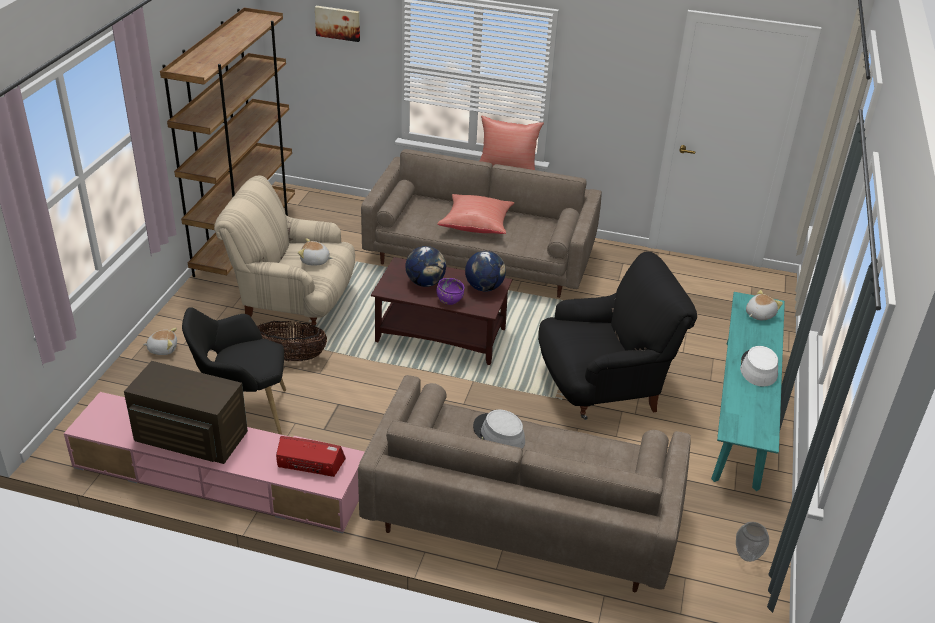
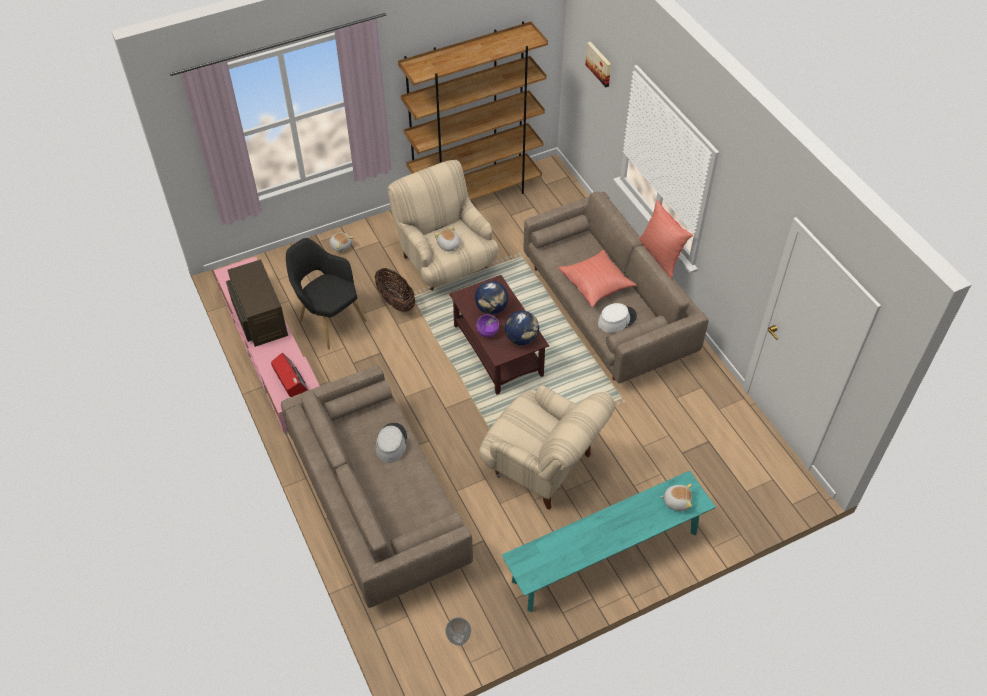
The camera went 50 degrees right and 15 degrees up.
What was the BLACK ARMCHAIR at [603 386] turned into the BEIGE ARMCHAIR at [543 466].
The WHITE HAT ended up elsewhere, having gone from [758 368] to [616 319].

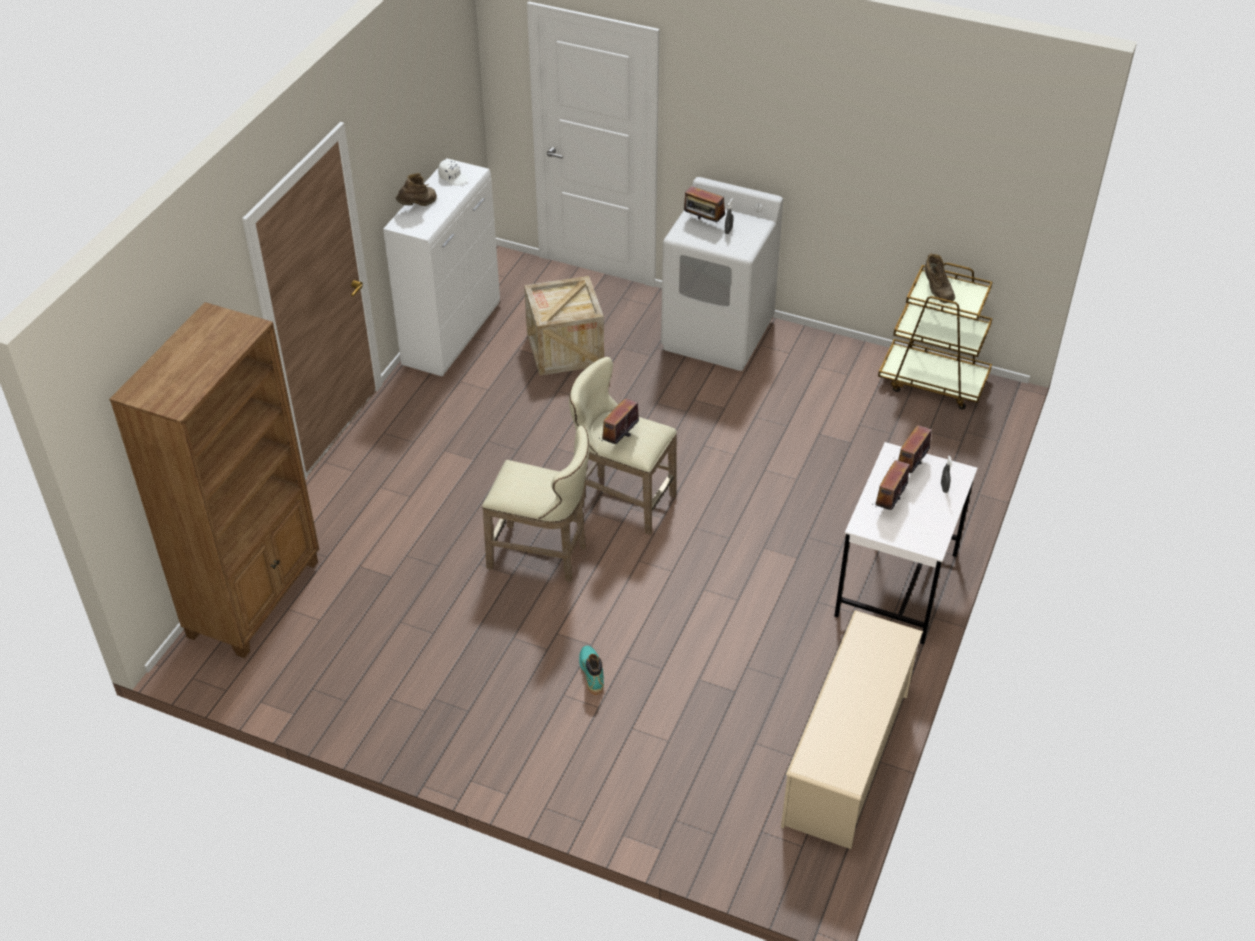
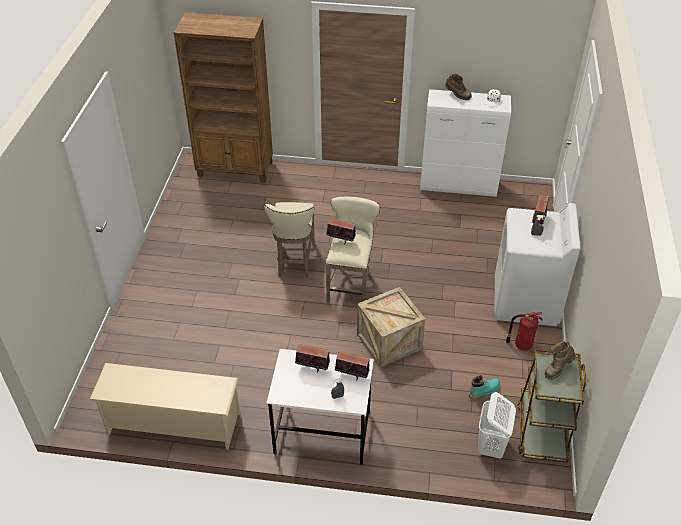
The camera went 75 degrees right and 0 degrees up.
The CRATE ended up elsewhere, having gone from [565 349] to [389 341].
The TURQUOISE BOOT ended up elsewhere, having gone from [592 673] to [484 390].
The second view gained the FIRE EXTINGUISHER at [521 345].
The second view gained the WHITE LAUNDRY BASKET at [491 447].

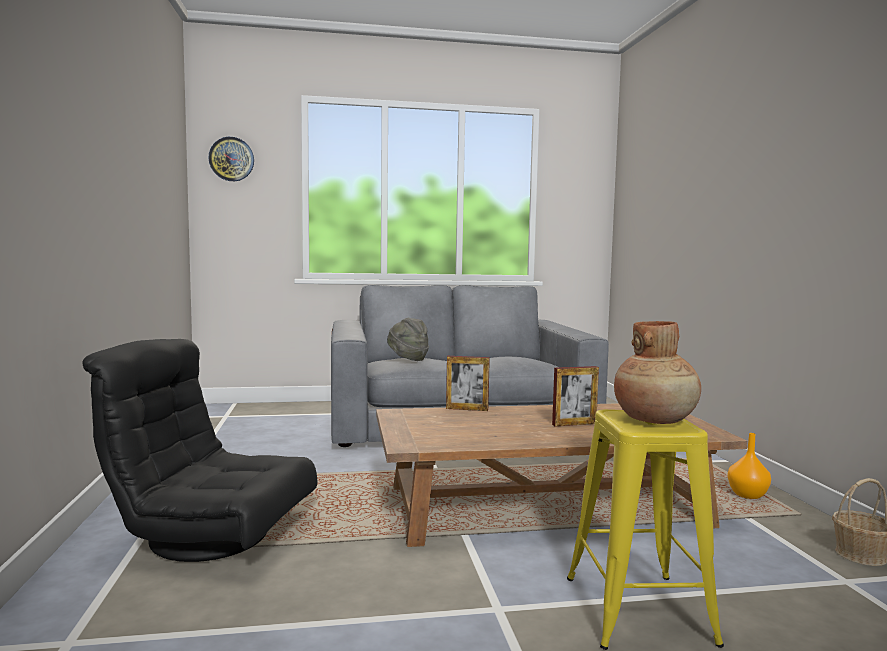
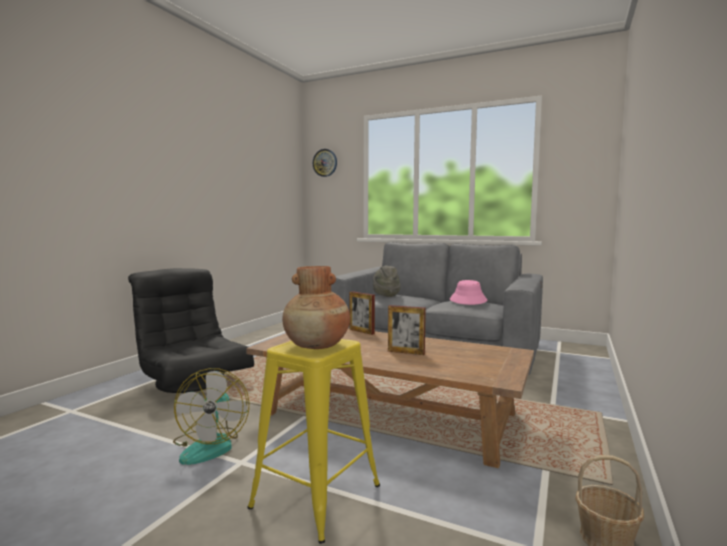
The camera went 35 degrees right and 0 degrees up.
The second view lost the ORANGE VASE at [747 495].
The second view gained the PINK HAT at [468 300].
The second view gained the FAN at [210 445].

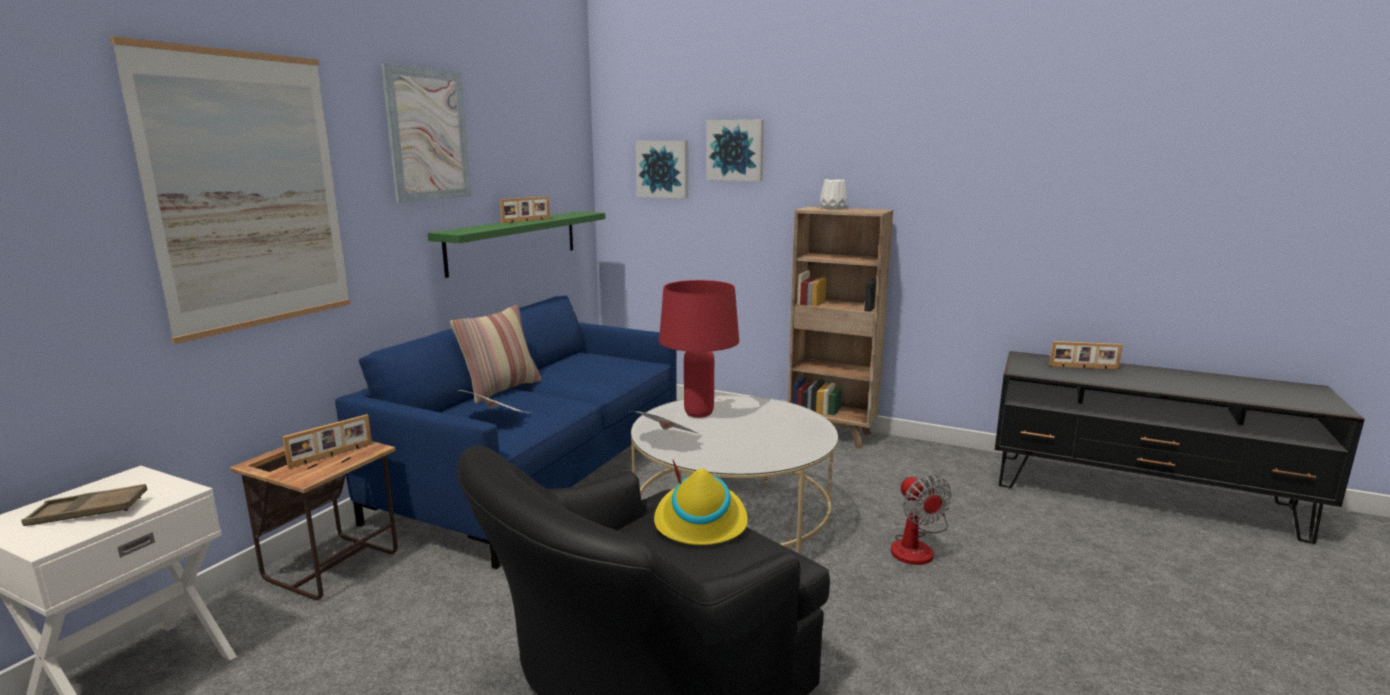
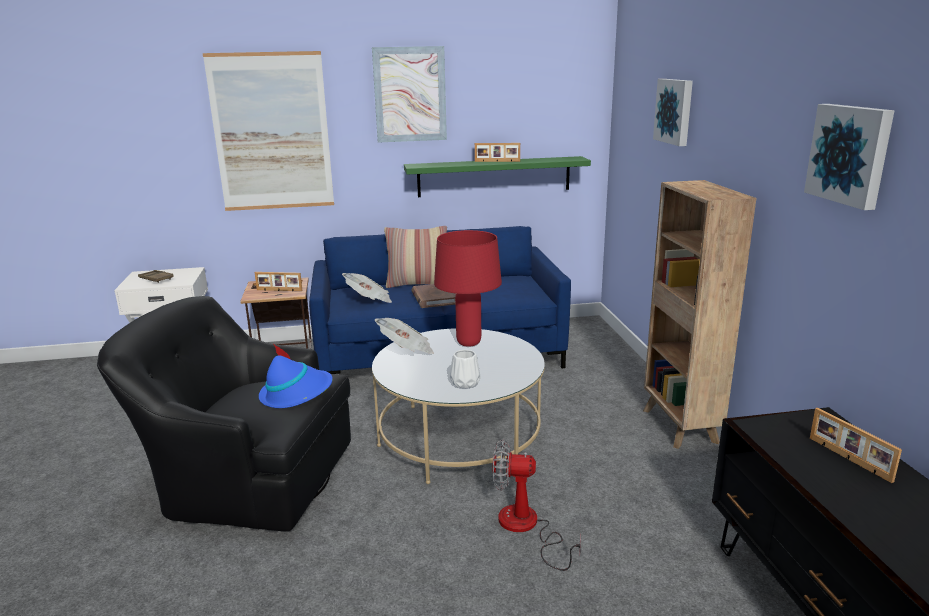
The camera went 55 degrees right and 5 degrees up.
The PICTURE ended up elsewhere, having gone from [663 169] to [850 154].
The WHITE VASE ended up elsewhere, having gone from [833 208] to [466 383].
What was the YELLOW HAT at [700 521] turned into the BLUE HAT at [296 394].
The FAN at [917 546] ended up facing another way, 60 degrees clockwise from before.
The second view gained the BROWN BOOK at [434 298].

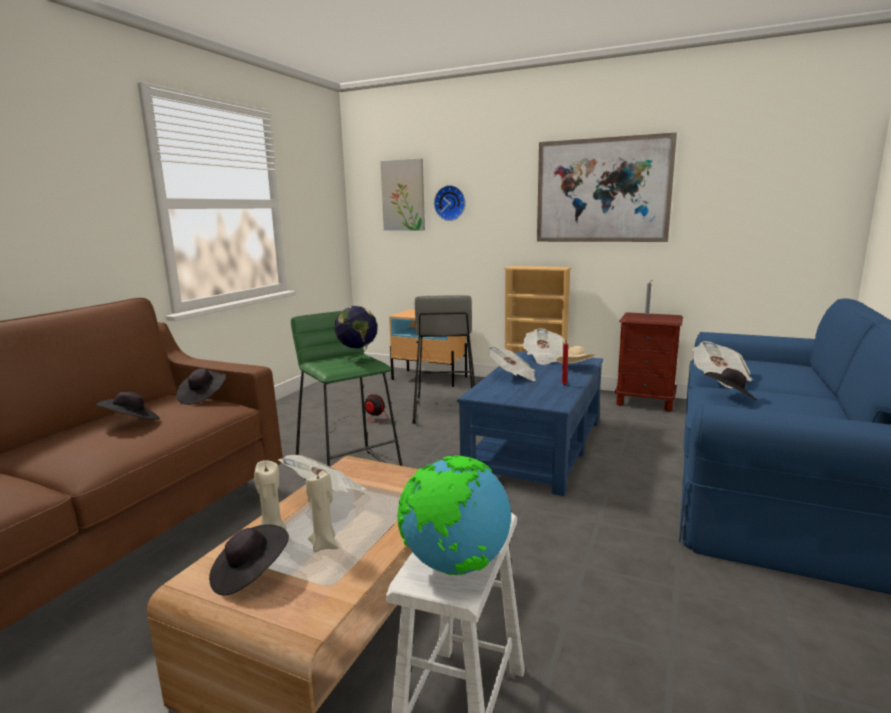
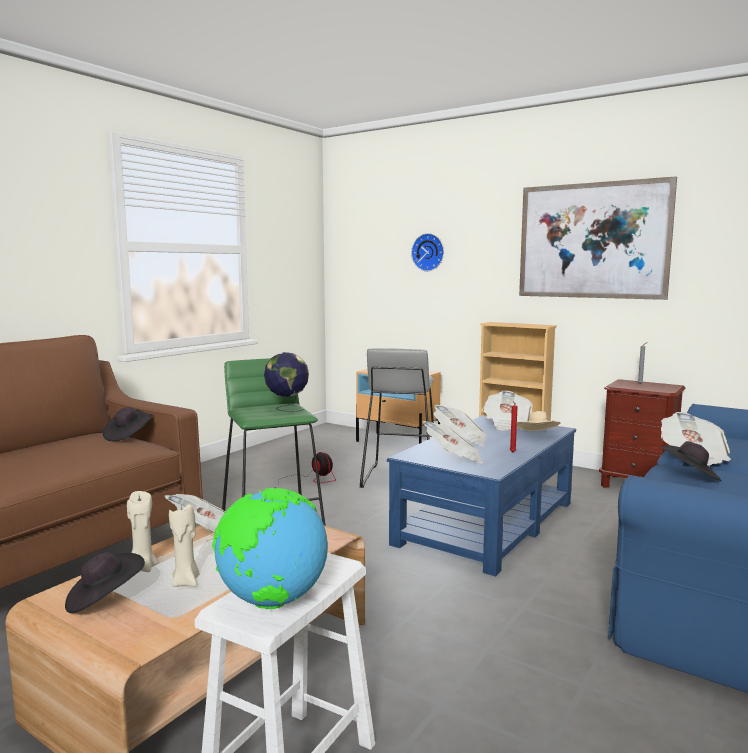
The camera went 10 degrees right and 5 degrees down.
The second view lost the PICTURE at [403 195].
The second view lost the BLACK HAT at [131 423].
The second view gained the NEWSPAPER at [453 458].

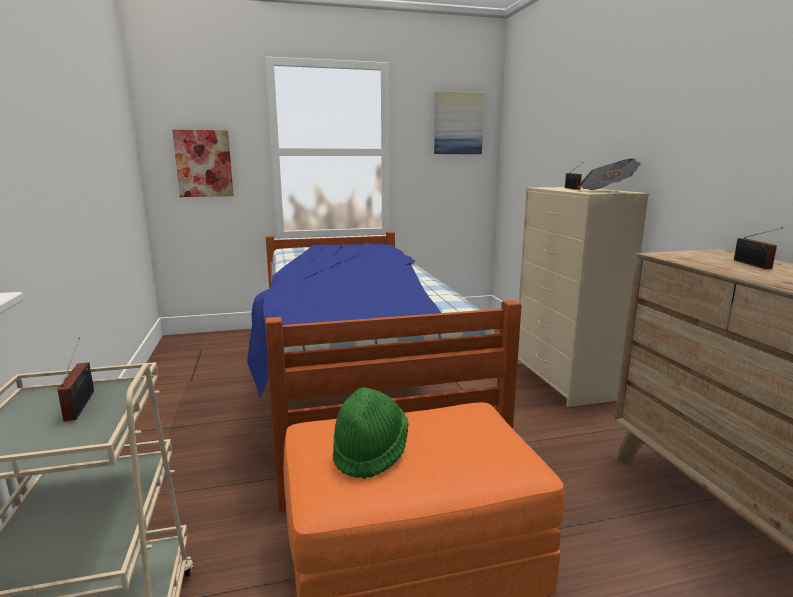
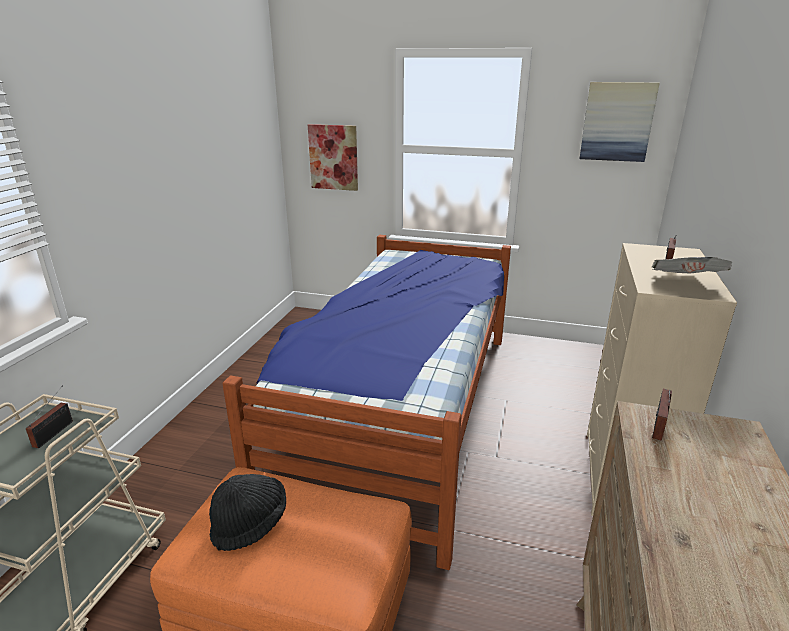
The camera went 30 degrees right and 10 degrees up.
The RADIO ended up elsewhere, having gone from [753 265] to [658 426].
What was the GREEN HAT at [370 452] turned into the BLACK HAT at [250 524].

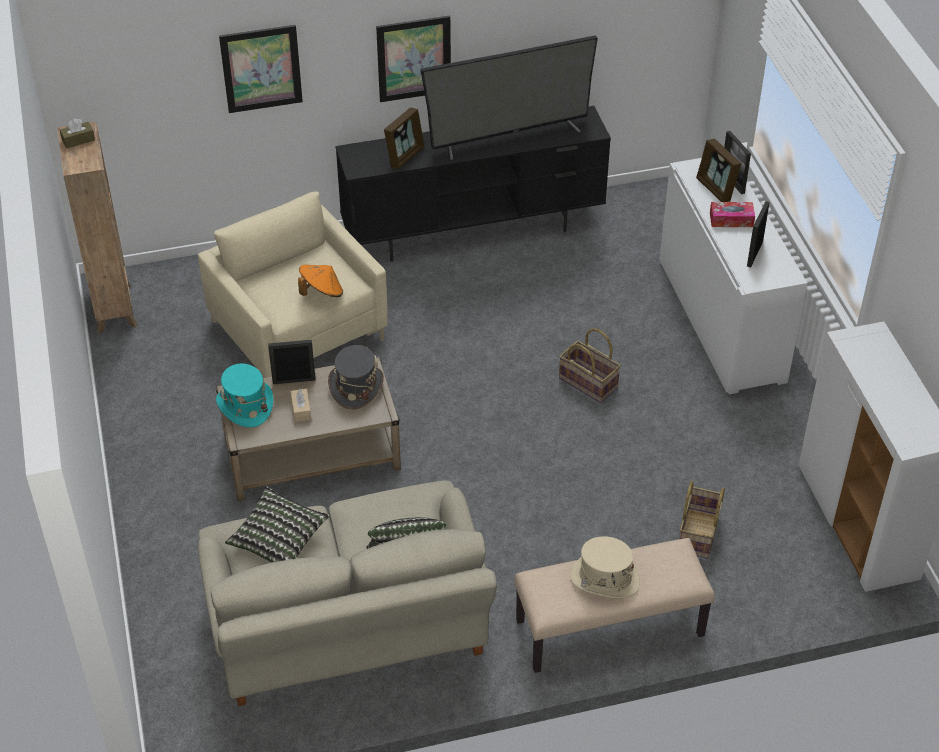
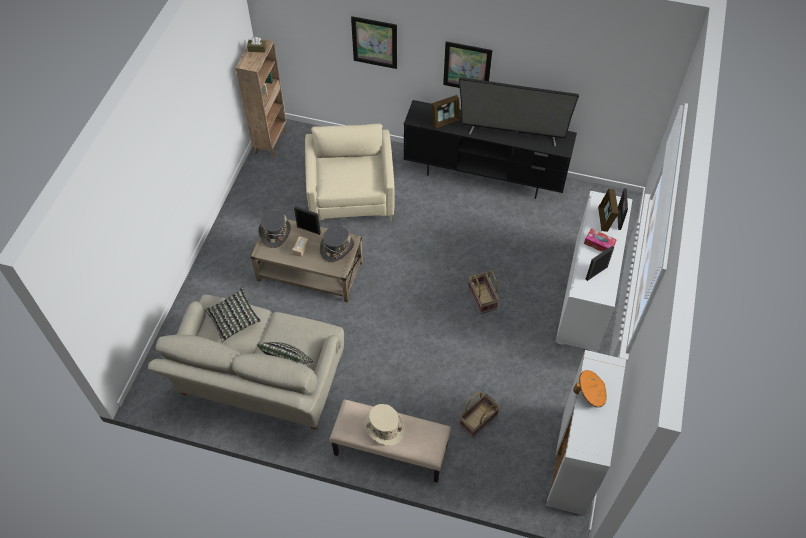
The camera went 30 degrees right and 10 degrees up.
The ORANGE HAT ended up elsewhere, having gone from [321 292] to [590 393].
What was the TURQUOISE HAT at [245 405] turned into the GREY HAT at [275 233].

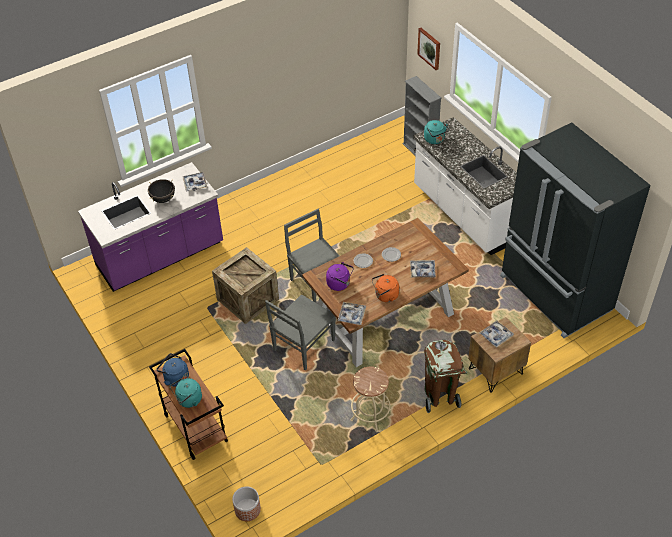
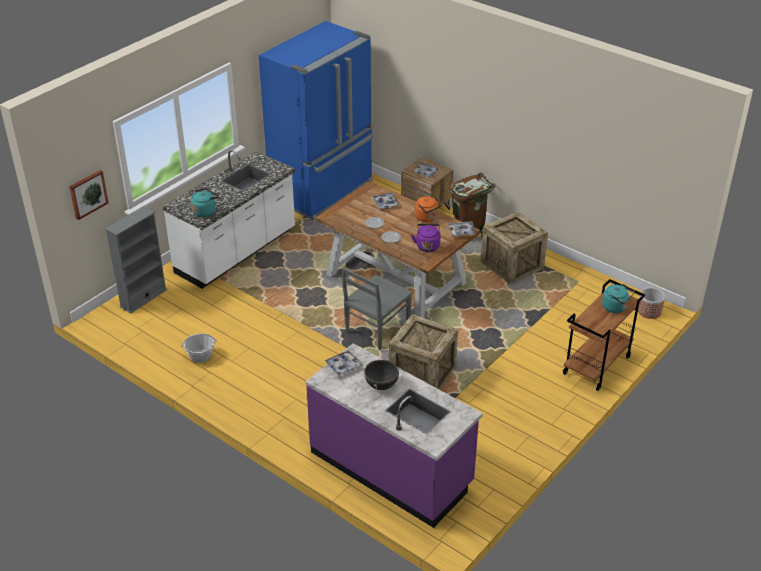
The camera went 110 degrees left and 10 degrees down.
What was the BLACK FRIDGE at [554 294] turned into the BLUE FRIDGE at [323 191].
The second view lost the GREY CHAIR at [303 346].
The second view lost the BLUE KETTLE at [175 378].
Where the BEIGE STOOL stood at [370 415], the CRATE came to stand at [512 265].
The second view gained the BASKET at [200 356].

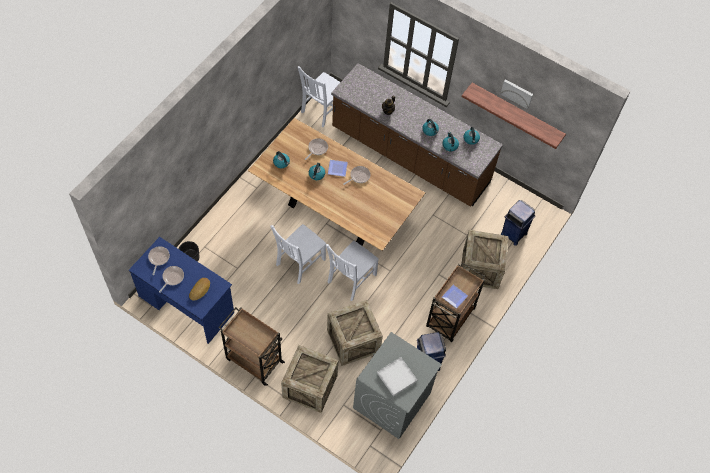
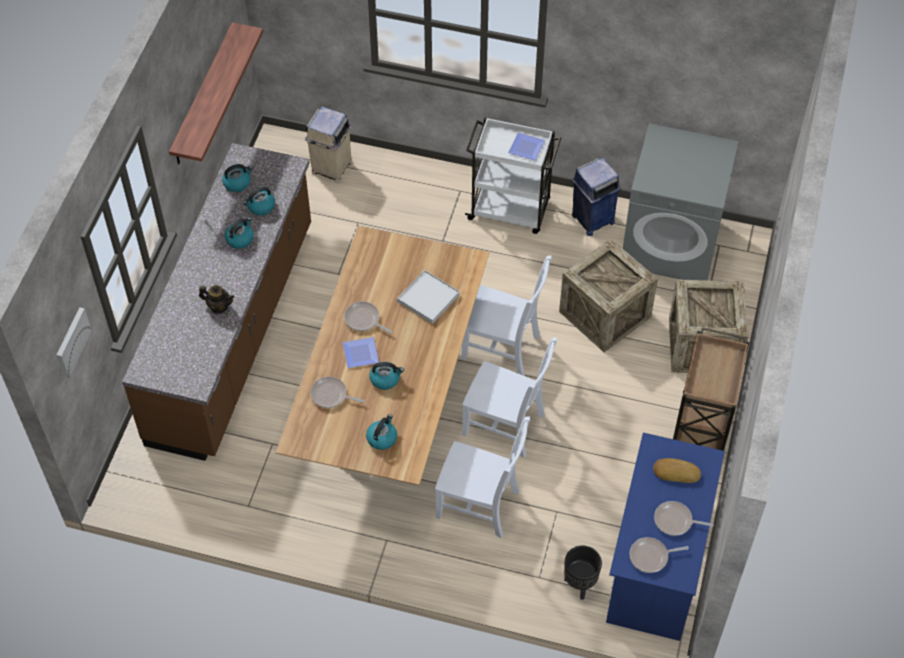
The camera went 105 degrees left and 5 degrees down.
The WHITE CHAIR ended up elsewhere, having gone from [322 110] to [480 505].
The PICTURE ended up elsewhere, having gone from [517 93] to [71 341].
What was the BLUE TRASH CAN at [513 233] turned into the BEIGE TRASH CAN at [331 168].
The second view lost the CRATE at [480 268].
What was the BROWN CART at [450 318] turned into the WHITE CART at [510 210].
The WHITE TRAY ended up elsewhere, having gone from [397 377] to [428 298].

